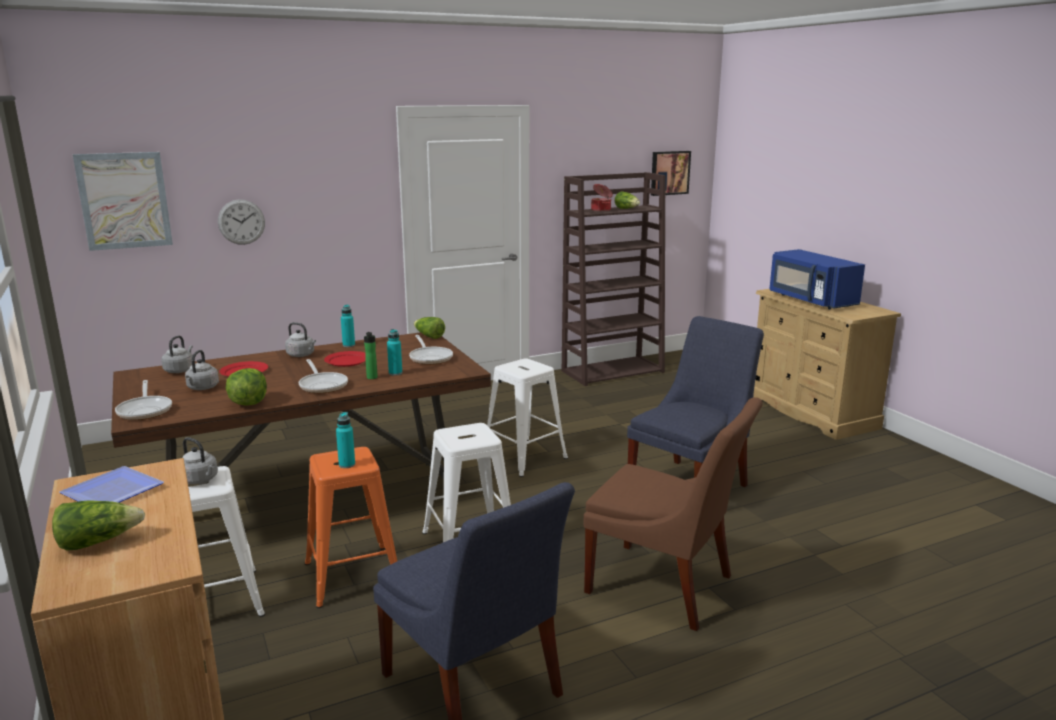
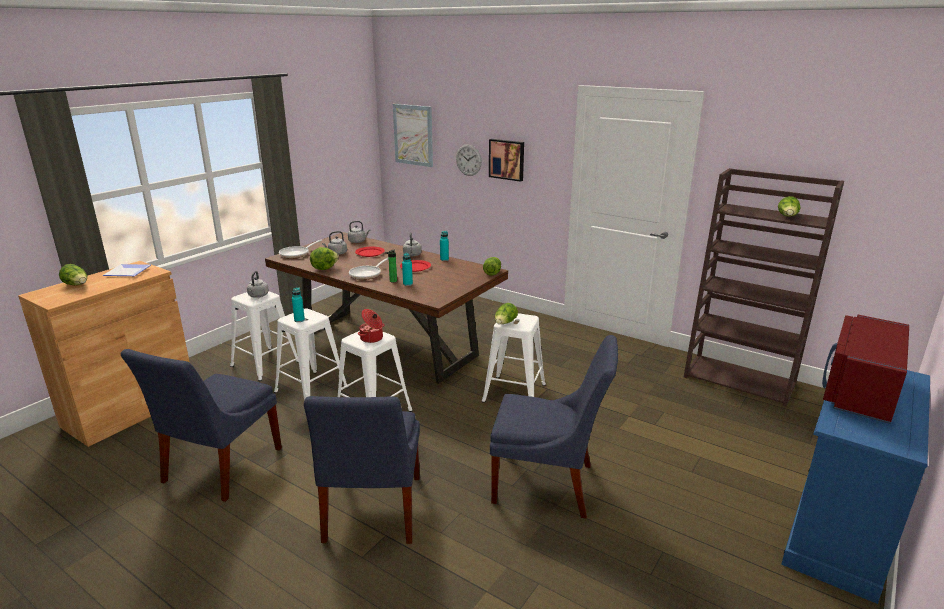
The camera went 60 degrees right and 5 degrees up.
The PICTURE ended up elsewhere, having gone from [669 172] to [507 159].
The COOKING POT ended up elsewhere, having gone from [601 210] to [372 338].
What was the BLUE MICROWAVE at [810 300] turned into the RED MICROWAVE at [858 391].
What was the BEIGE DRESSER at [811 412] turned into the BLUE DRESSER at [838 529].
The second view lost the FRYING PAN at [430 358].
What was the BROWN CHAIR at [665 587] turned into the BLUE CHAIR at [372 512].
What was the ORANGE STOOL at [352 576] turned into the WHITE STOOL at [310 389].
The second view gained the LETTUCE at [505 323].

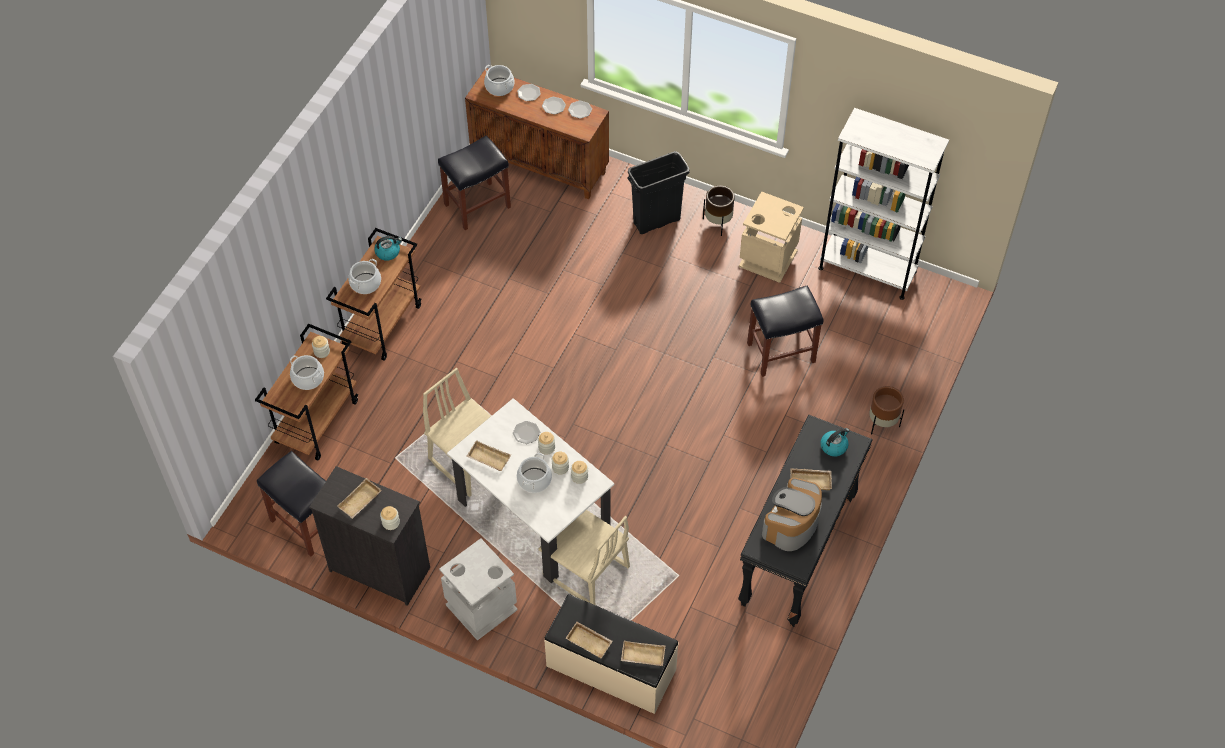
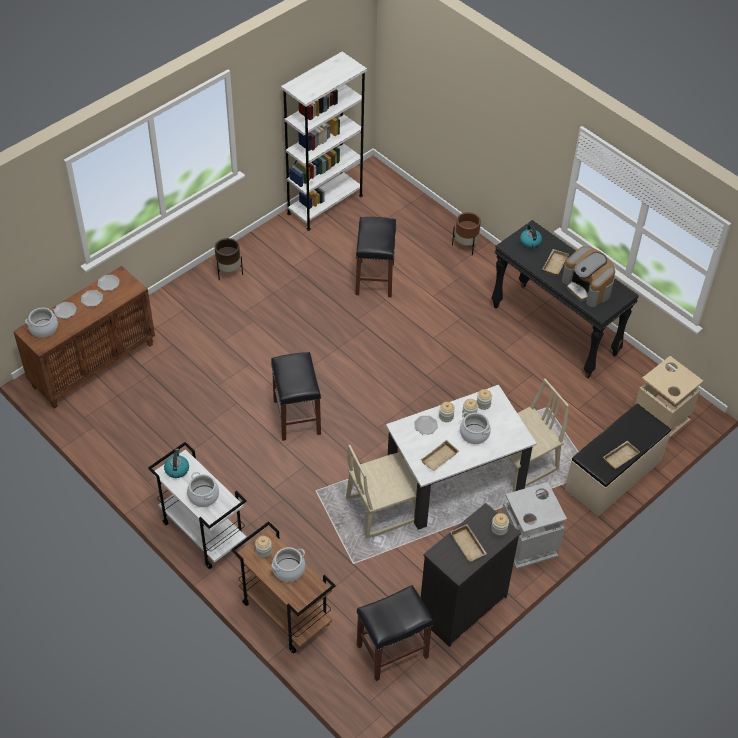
The camera went 70 degrees left and 5 degrees down.
The BLACK STOOL ended up elsewhere, having gone from [477 206] to [297 418].
The second view lost the BLACK TRASH CAN at [657 221].
The BEIGE TRASH CAN ended up elsewhere, having gone from [767 259] to [660 419].
What was the BROWN CART at [382 324] turned into the WHITE CART at [202 532].
The second view lost the BEIGE TRAY at [642 656].

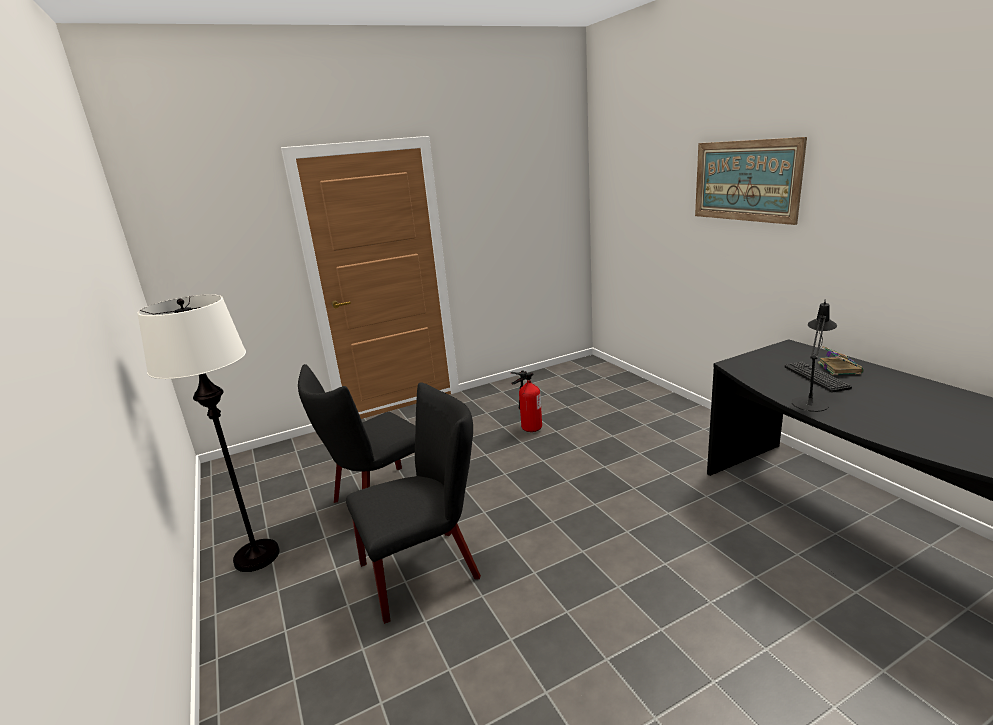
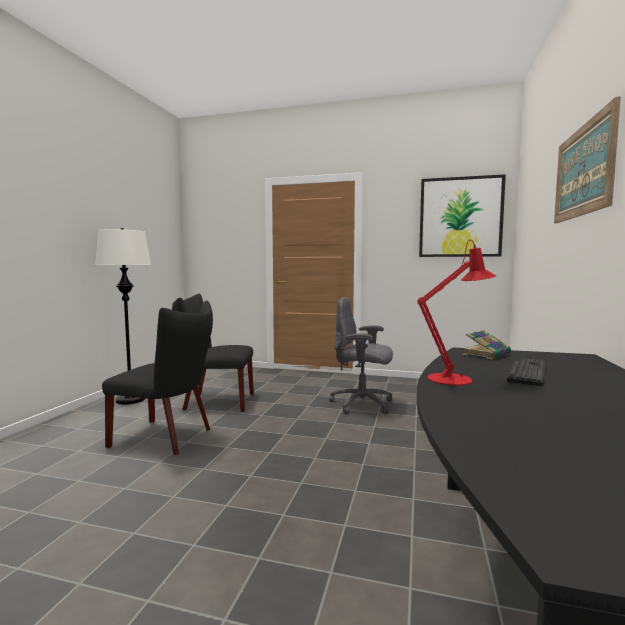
The camera went 40 degrees right and 15 degrees down.
What was the BLACK TABLE LAMP at [810 402] turned into the RED TABLE LAMP at [455 378].
The BOOK ended up elsewhere, having gone from [838 368] to [487 354].
Where the FIRE EXTINGUISHER stood at [529 428], the GREY OFFICE CHAIR came to stand at [362 404].
The second view gained the PICTURE at [460 217].

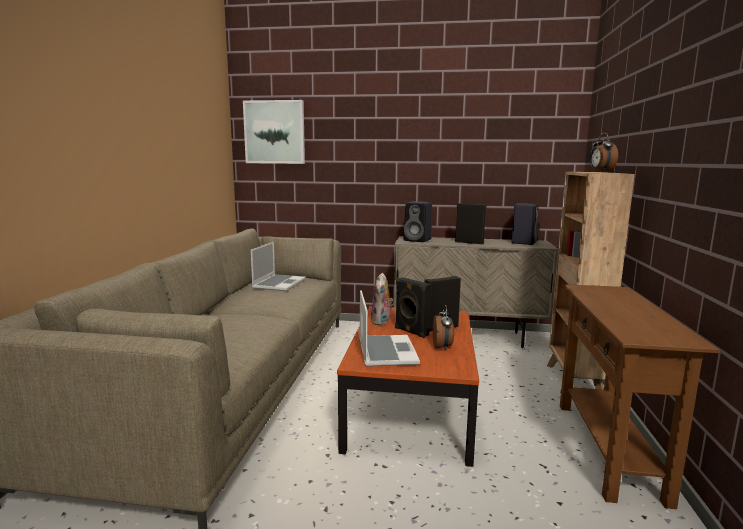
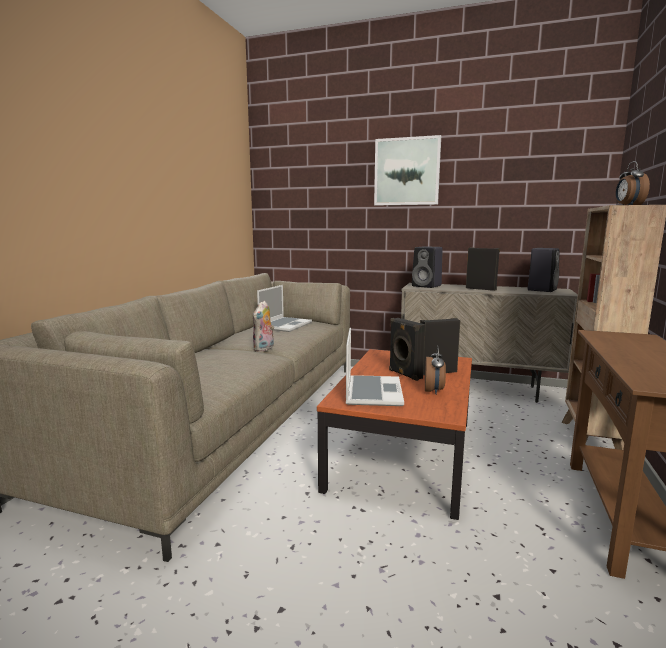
The camera went 10 degrees right and 0 degrees up.
The PICTURE ended up elsewhere, having gone from [274 132] to [407 172].
The PLUSH TOY ended up elsewhere, having gone from [381 322] to [264 349].

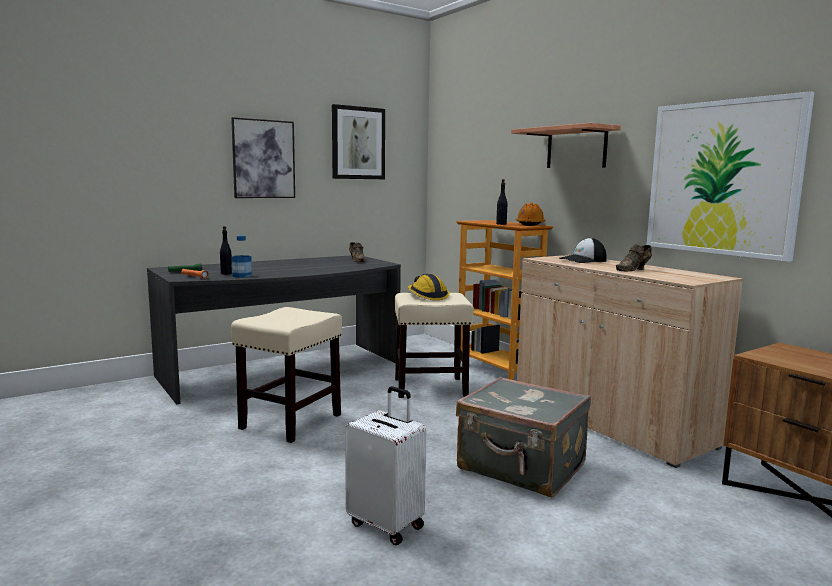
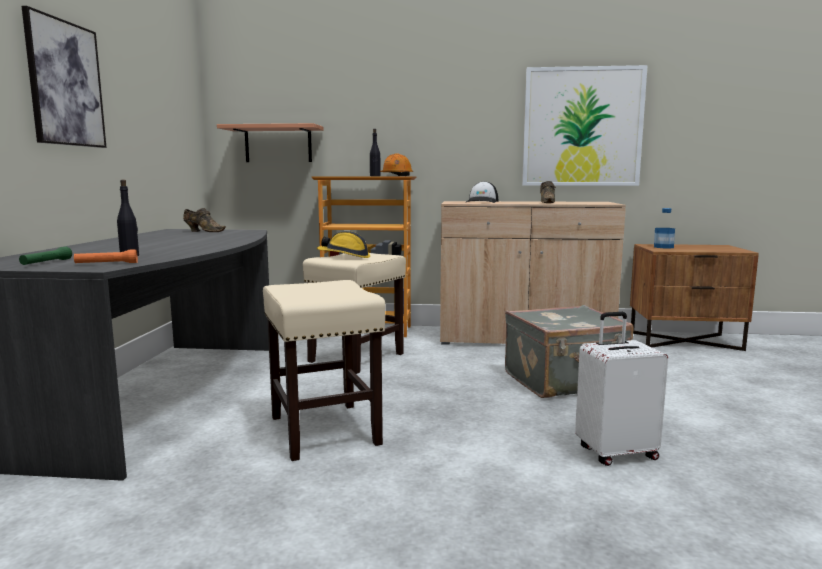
The camera went 50 degrees left and 0 degrees up.
The second view lost the PICTURE at [358 143].
The SHELF ended up elsewhere, having gone from [576 148] to [278 144].
The BOTTLE ended up elsewhere, having gone from [241 276] to [663 247].

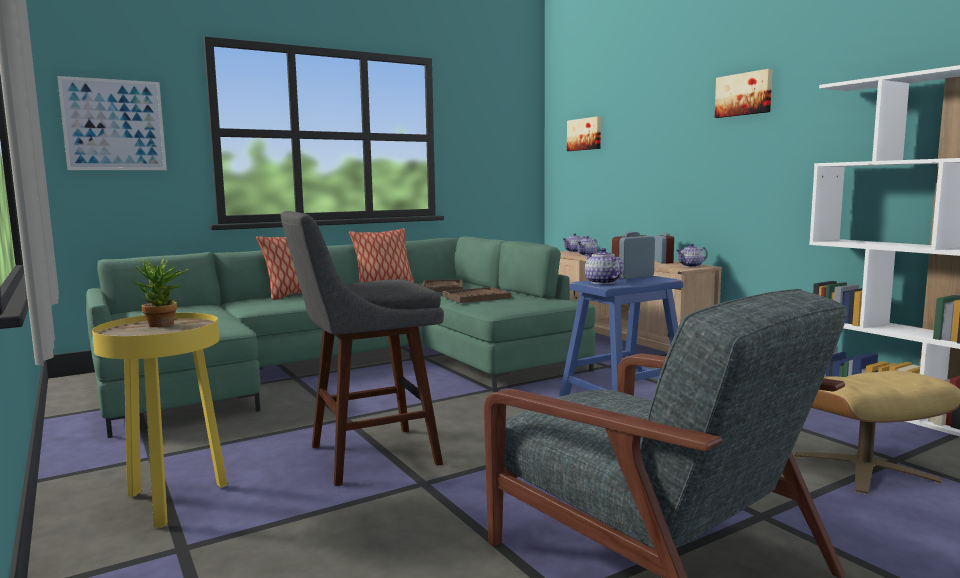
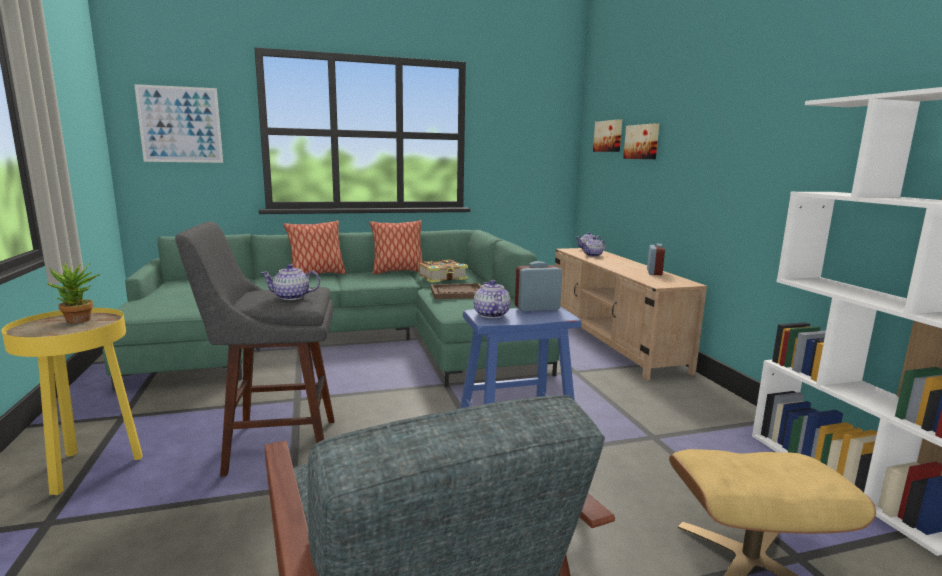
The camera went 15 degrees right and 5 degrees up.
The PICTURE ended up elsewhere, having gone from [744 94] to [642 142].
The TEAPOT ended up elsewhere, having gone from [691 266] to [292 297].
Where the BROWN TRAY stood at [442 288], the BOOK came to stand at [443 278].

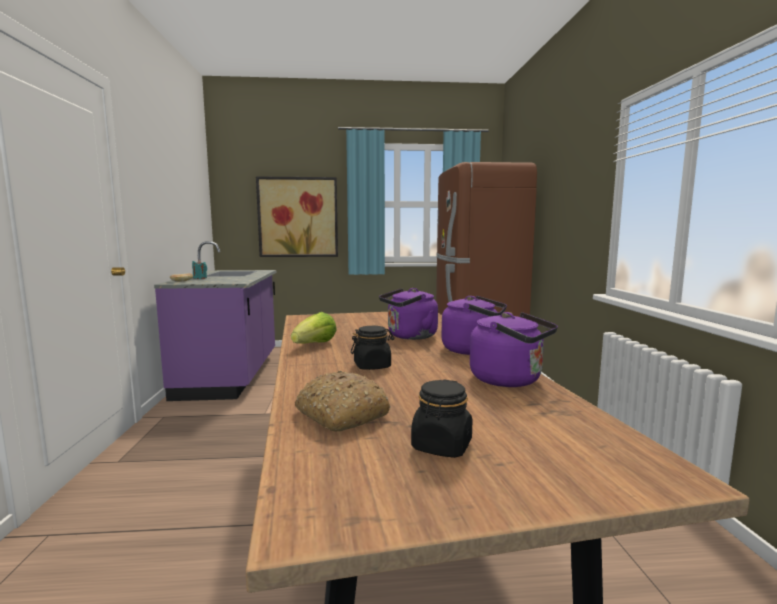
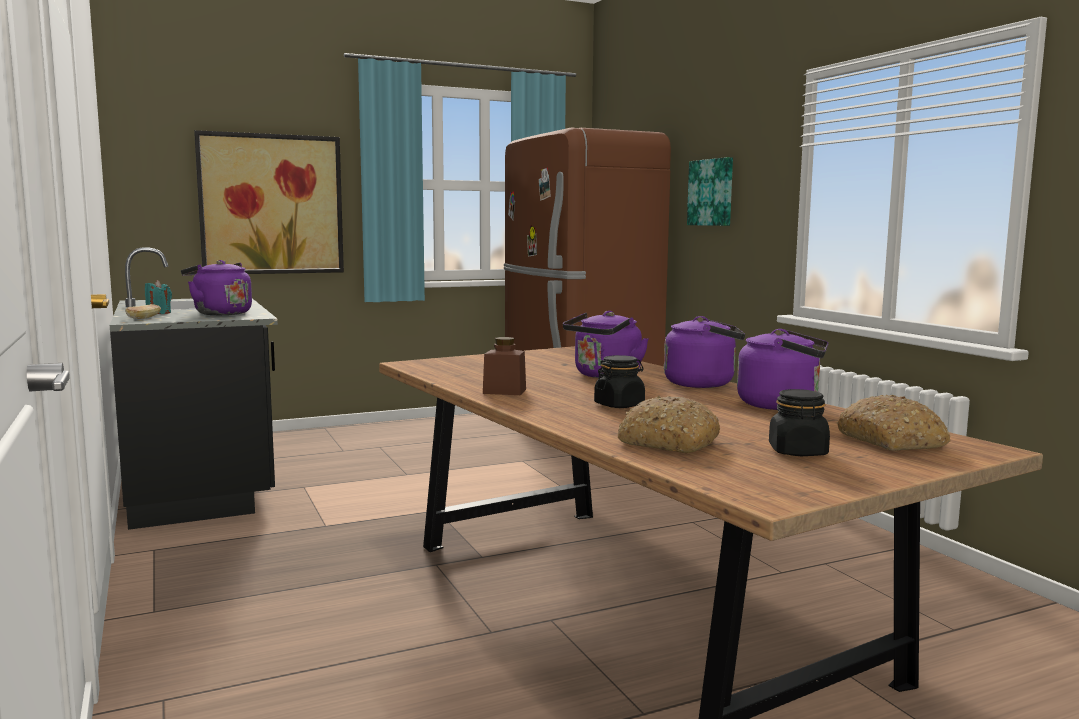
The camera went 20 degrees left and 0 degrees up.
What was the PURPLE COUNTER at [231 375] turned into the BLACK COUNTER at [201 483].
Where the LETTUCE stood at [315 345], the BROWN JAR came to stand at [504 391].
The second view gained the PICTURE at [712 192].
The second view gained the PURPLE KETTLE at [220 313].
The second view gained the BREAD at [892 441].

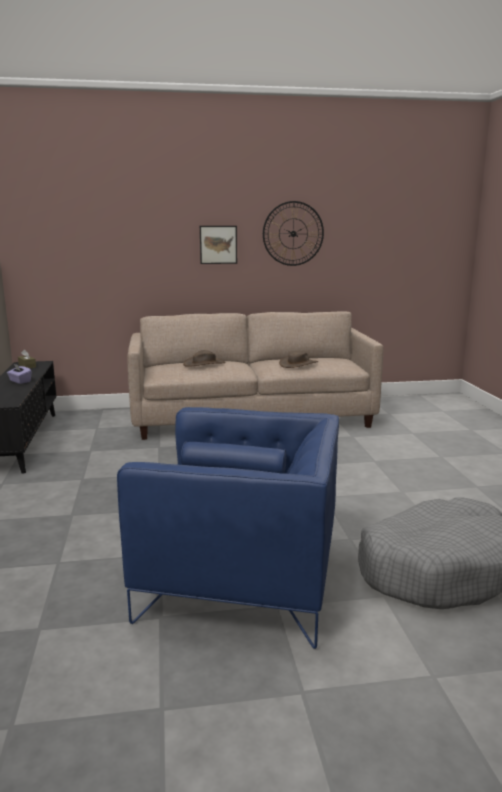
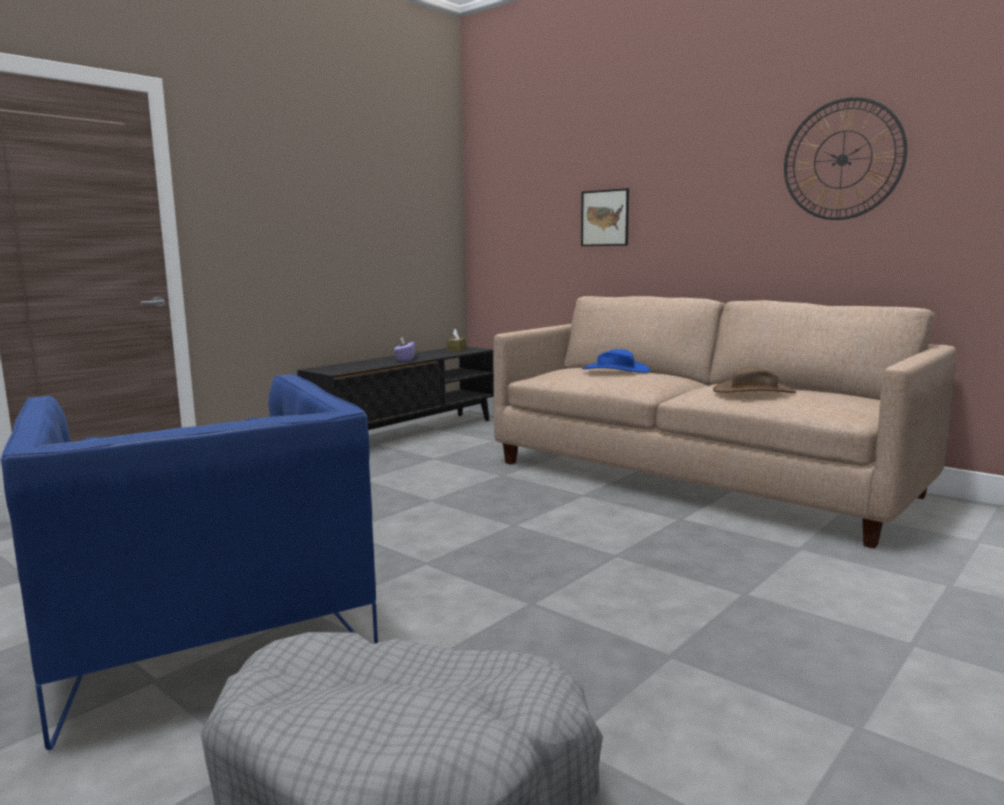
The camera went 50 degrees right and 5 degrees down.
The PICTURE ended up elsewhere, having gone from [218 244] to [605 218].
What was the BROWN HAT at [204 364] turned into the BLUE HAT at [615 370].

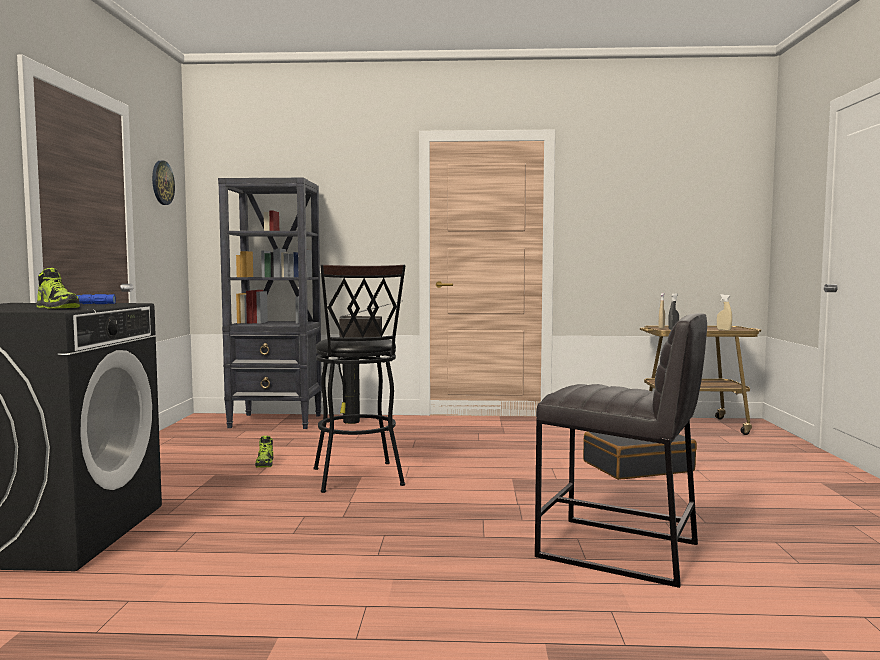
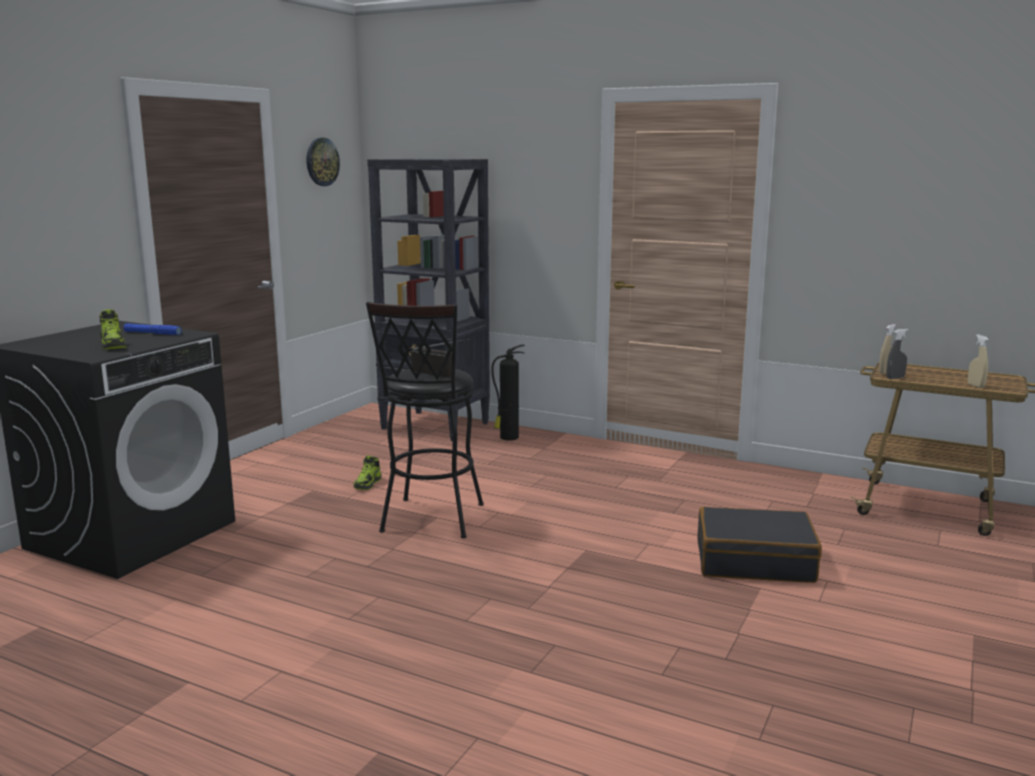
The camera went 25 degrees right and 10 degrees up.
The second view lost the GREY STOOL at [619 551].

